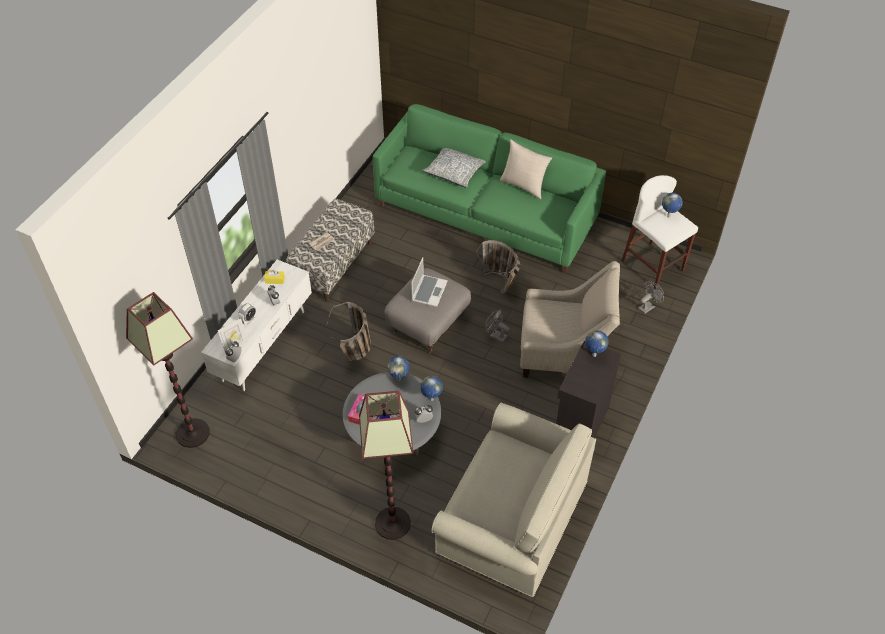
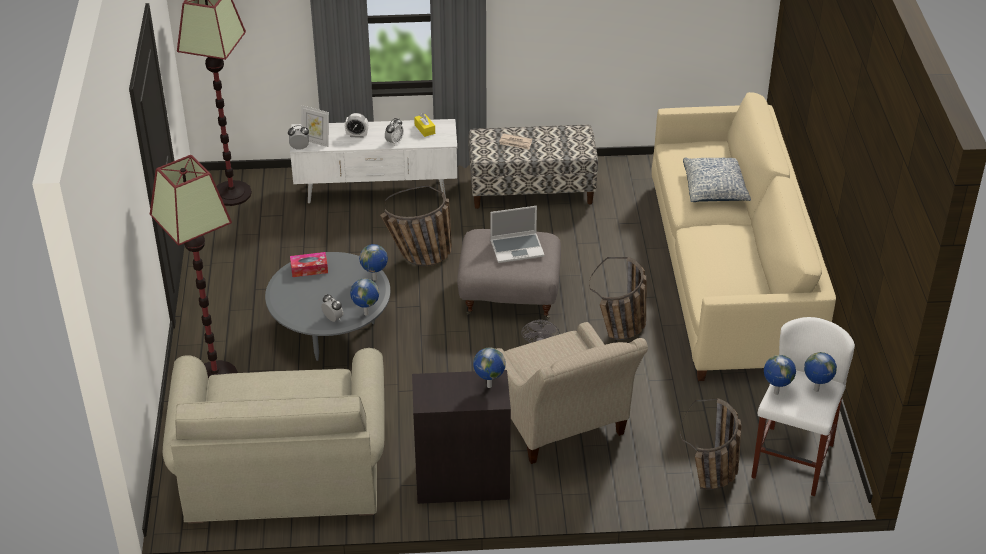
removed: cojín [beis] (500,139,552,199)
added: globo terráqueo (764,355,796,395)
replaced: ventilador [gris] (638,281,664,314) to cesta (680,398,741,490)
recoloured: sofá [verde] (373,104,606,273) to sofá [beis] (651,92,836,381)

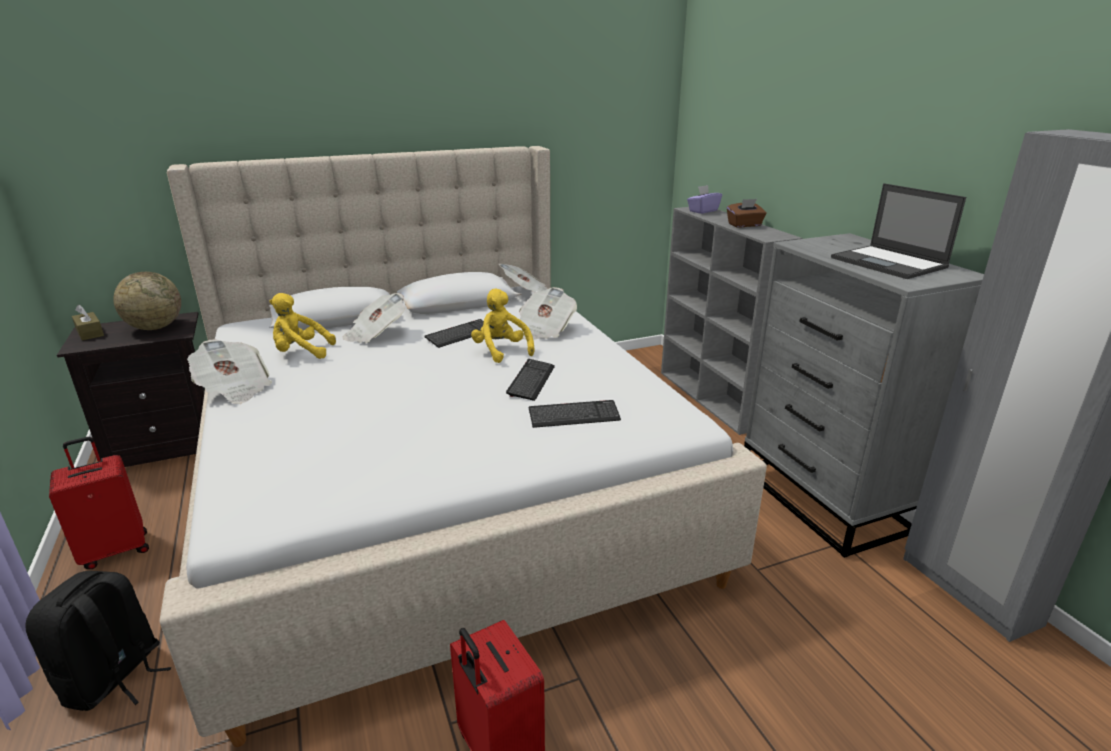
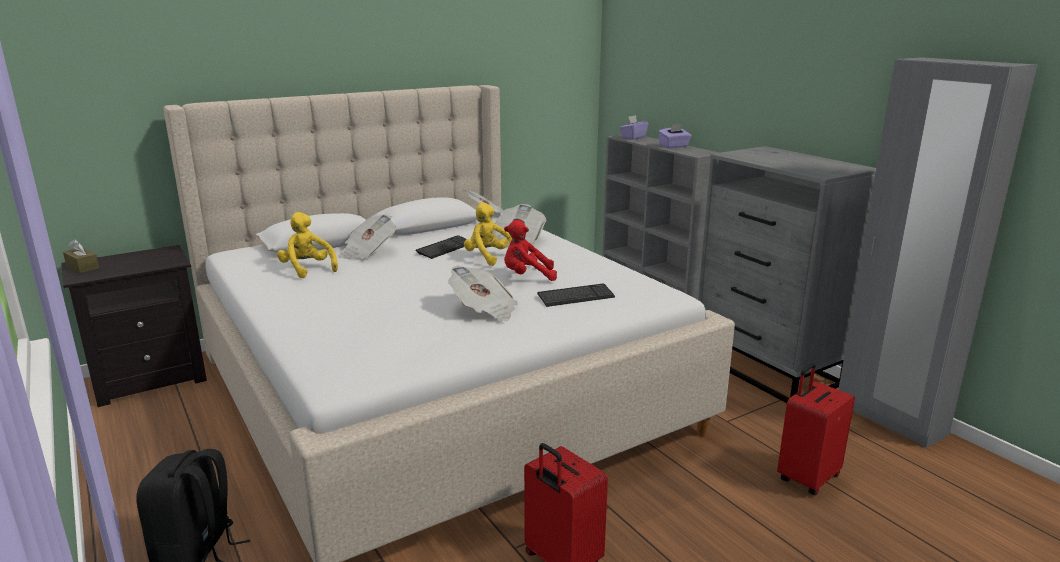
removed: globo terráqueo (113,272,181,330); portátil (831,183,966,279)
moved: maleta [rojo] (49,437,149,569) to (777,363,855,495); periódico (187,339,272,404) to (448,266,518,321)
replaced: teclado (506,359,555,401) to peluche [rojo] (504,220,557,281)
recoloured: caja de pañuelos [marrón] (727,199,767,227) to caja de pañuelos [morado] (658,124,692,148)
turned: peluche [amarillo] (269,293,336,359) = (277,212,338,278) 60 degrees clockwise

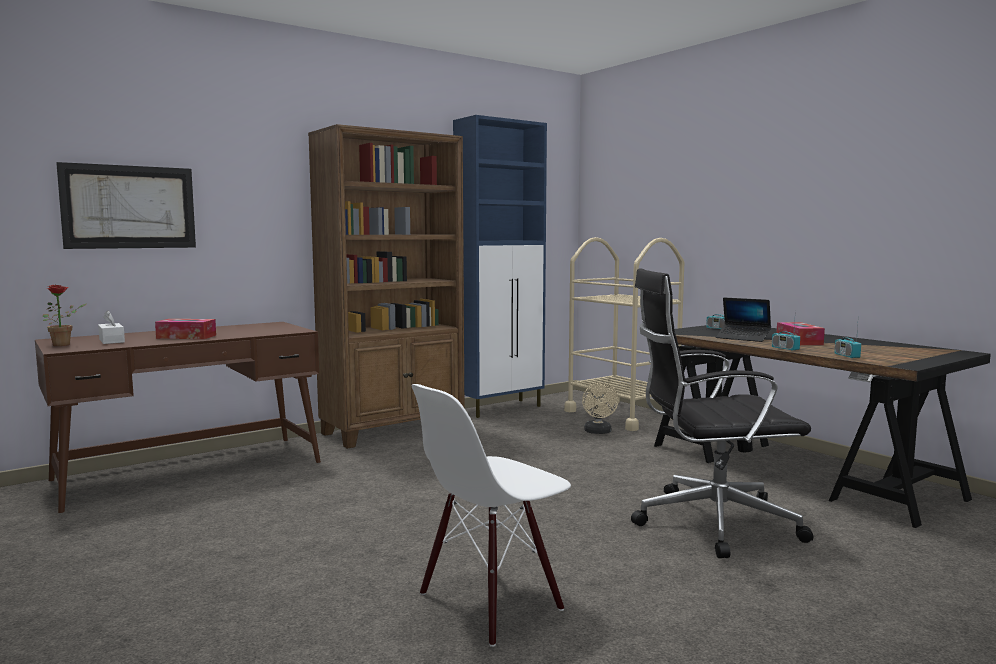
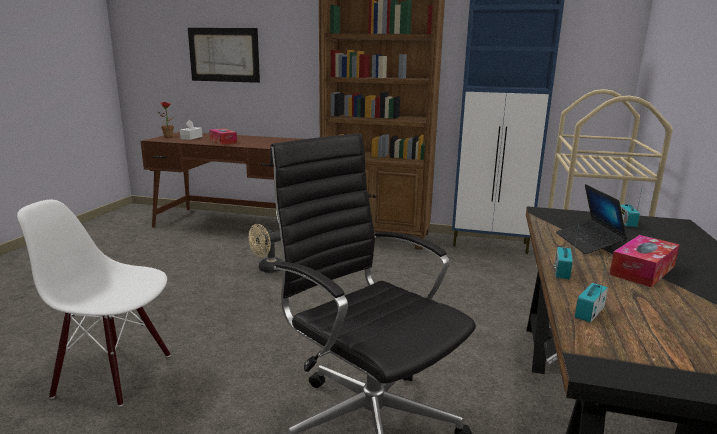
moved: ventilador [beis] (582,382,619,434) to (249,224,283,273)

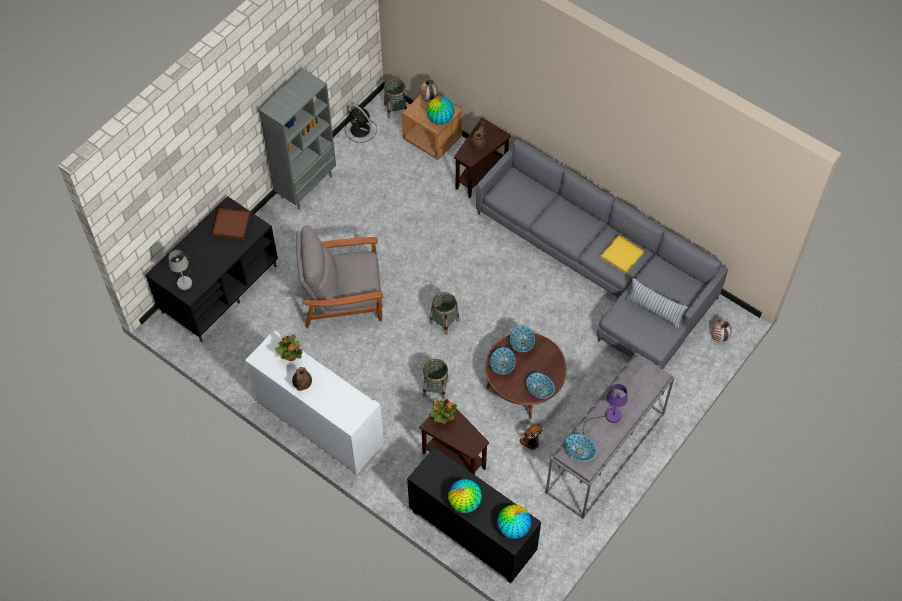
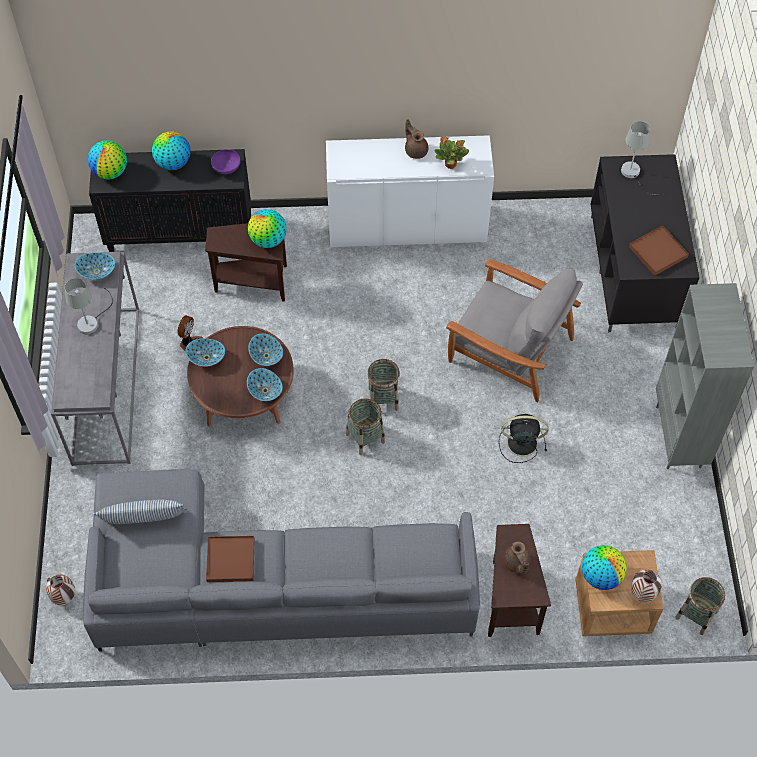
added: cuenco [morado] (211,149,241,174)
moved: ventilador [negro] (345,104,377,143) to (499,414,549,463); cesta (423,359,449,399) to (346,398,385,455)
replaced: planta en maceta (429,398,457,424) to globo terráqueo (248,209,287,248)
recoloured: lámpara de mesa [morado] (583,384,628,434) to lámpara de mesa [gris] (65,278,113,335); bandeja [amarillo] (600,235,644,274) to bandeja [marrón] (206,536,255,582)
turned: sillón [gris] (296,225,383,328) = (446,259,583,402) 75 degrees clockwise

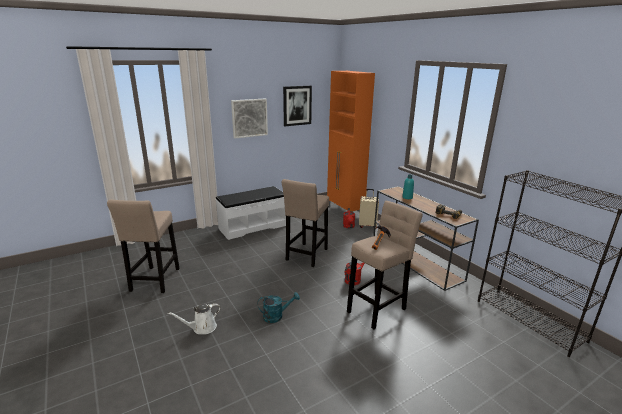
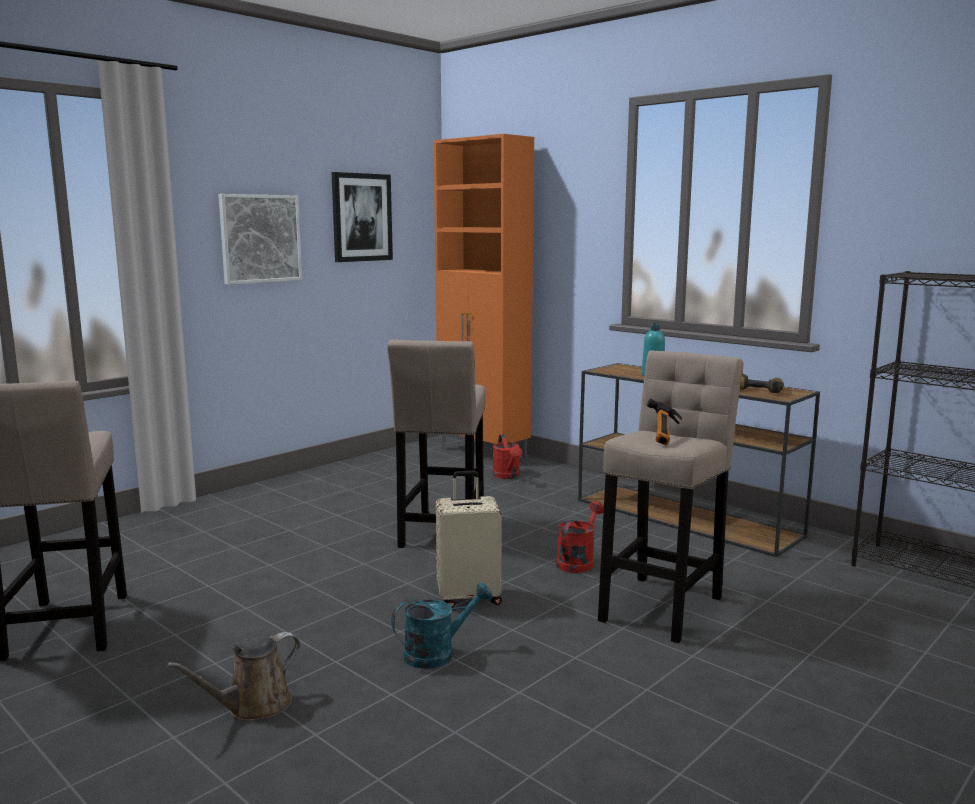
removed: banco [blanco] (216,186,286,240)
moved: maleta [beis] (359,189,379,229) to (436,471,502,608)
recoloured: regadera [blanco] (168,303,221,334) to regadera [marrón] (167,632,300,721)

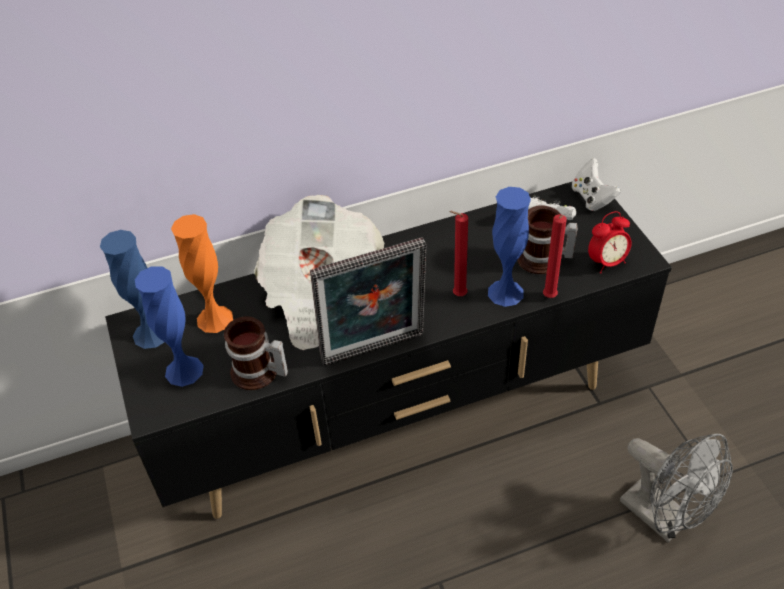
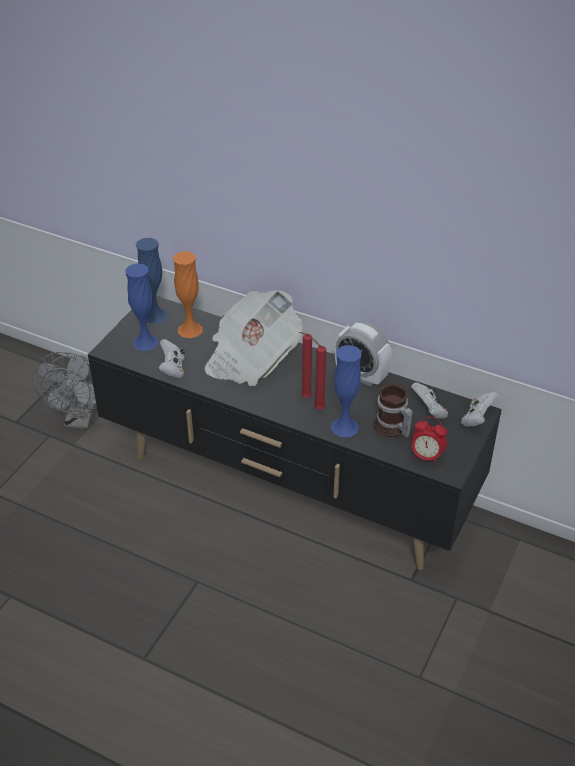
removed: portarretratos (310,237,427,365)
added: despertador (334,322,392,387)
moved: vela [rojo] (543,214,567,298) to (299,332,312,398); ventilador [gris] (620,434,733,542) to (33,352,97,429)
replaced: taza grande (224,316,288,390) to mando de consola [blanco] (159,339,185,378)

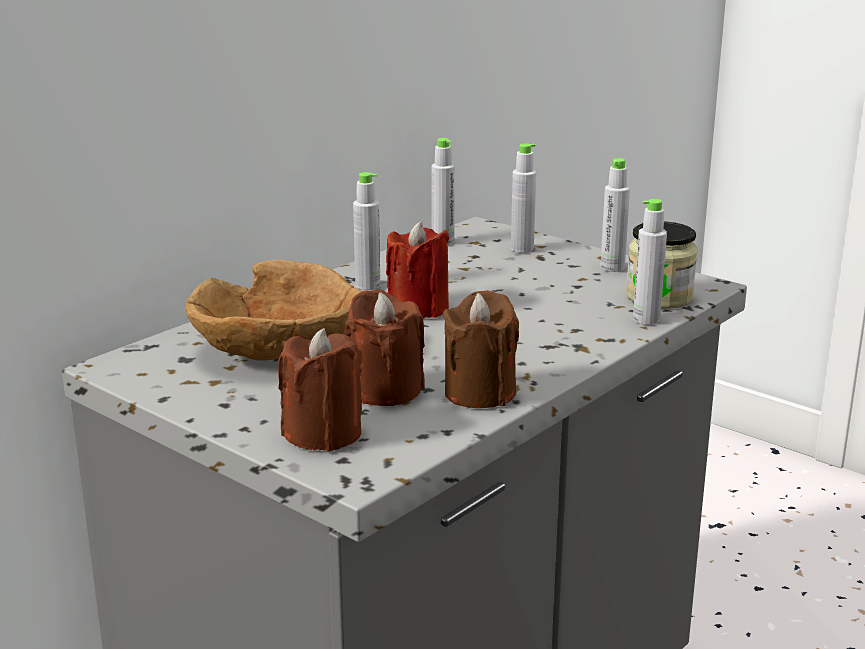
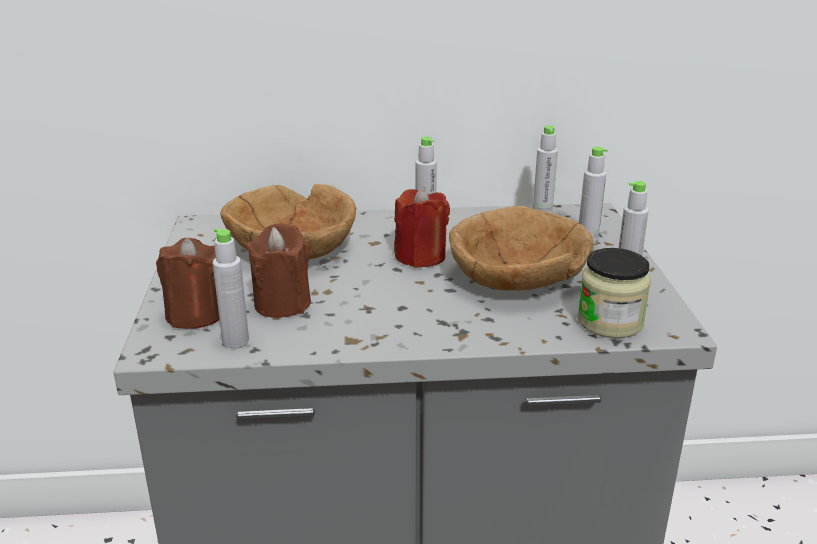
removed: vela [marrón] (443,290,519,408)
added: cuenco [marrón] (449,206,593,291)
moved: botella [gris] (633,199,667,325) to (213,228,249,348)

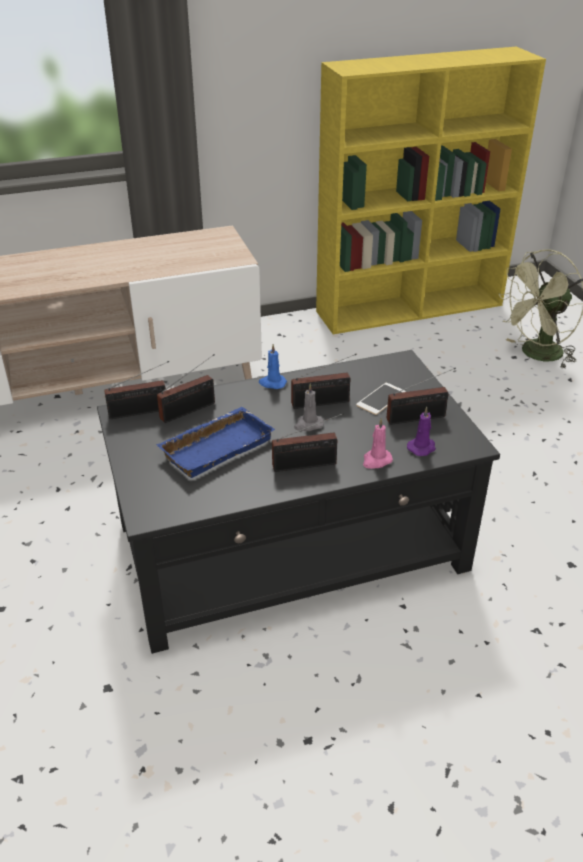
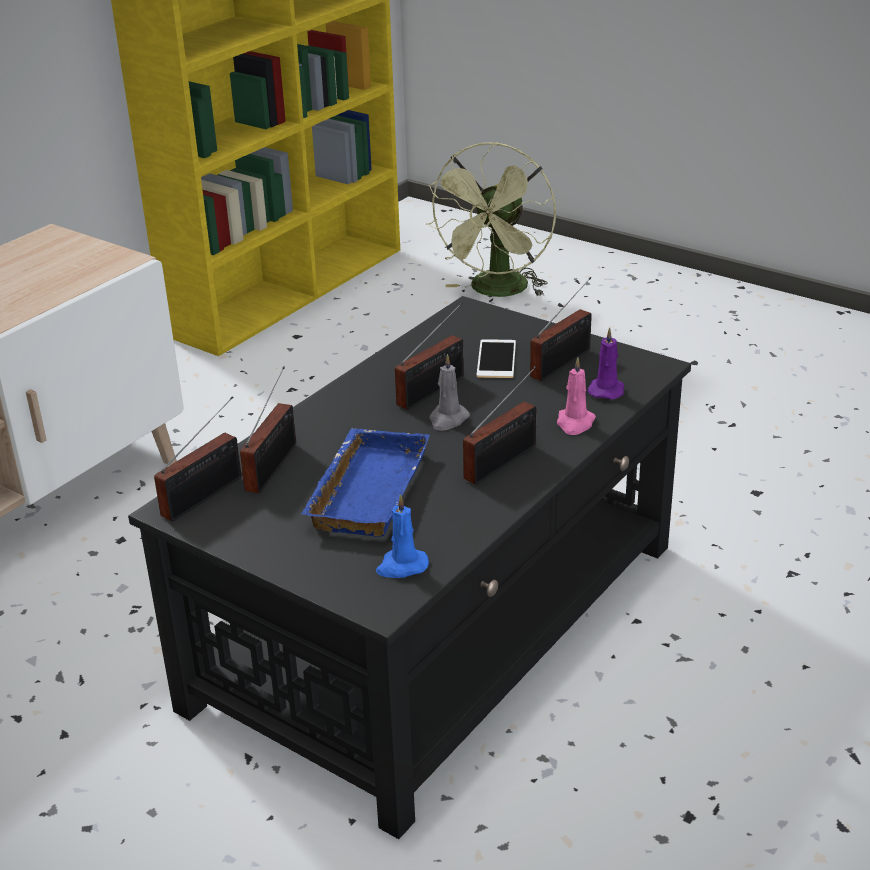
moved: vela [azul] (259,344,287,389) to (376,494,429,578)

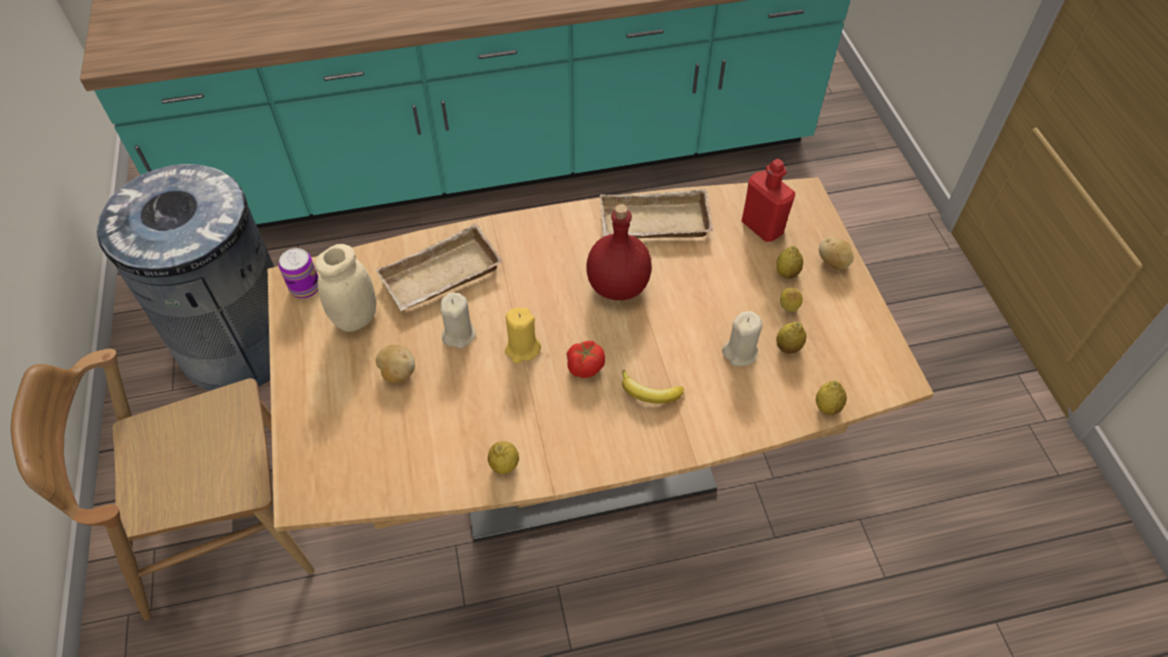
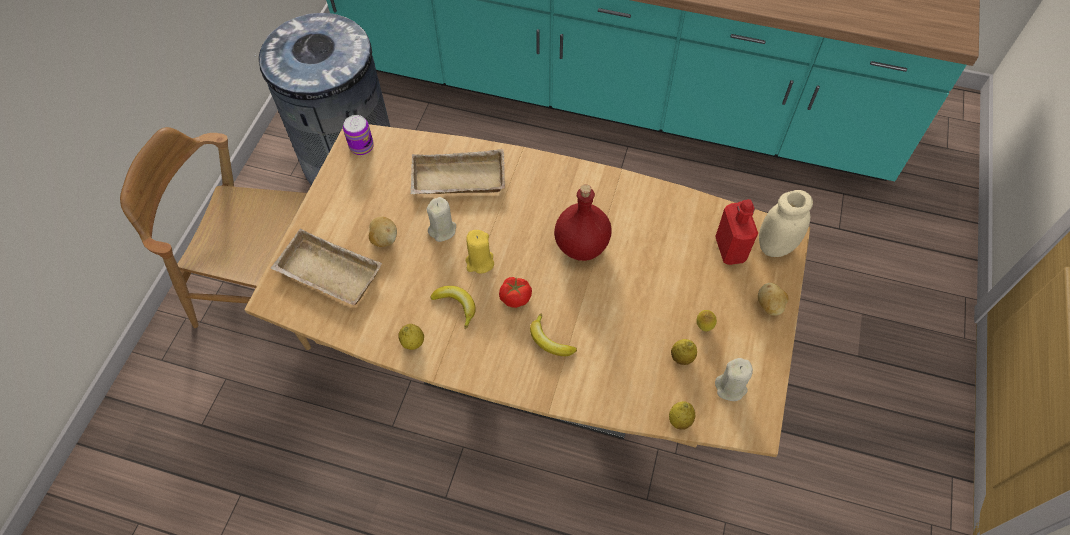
removed: limón (776,246,803,278)
added: plátano (430,286,476,329)
moved: tarro [beis] (315,244,376,332) to (759,190,813,257); bandeja [beis] (600,189,714,238) to (271,228,382,305); vela [beis] (722,311,762,366) to (715,358,753,401)

